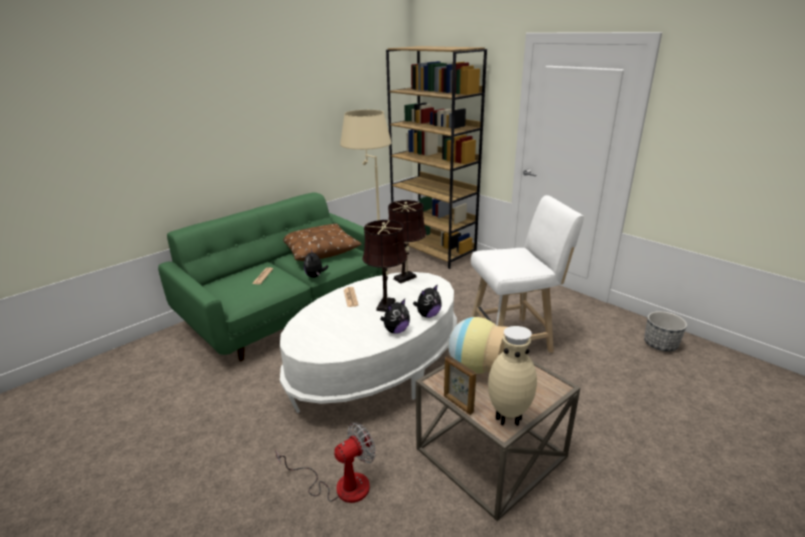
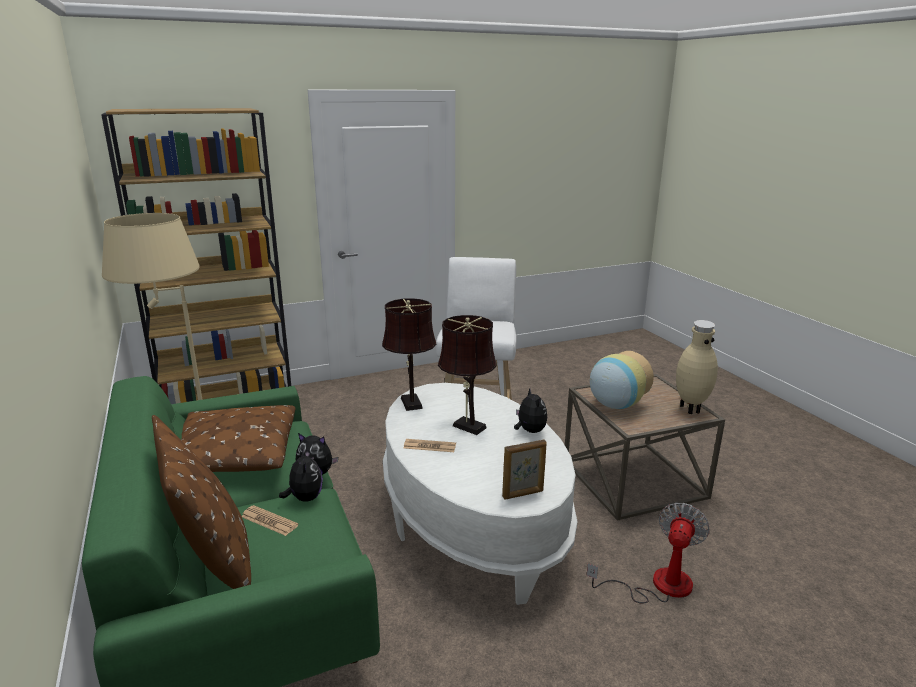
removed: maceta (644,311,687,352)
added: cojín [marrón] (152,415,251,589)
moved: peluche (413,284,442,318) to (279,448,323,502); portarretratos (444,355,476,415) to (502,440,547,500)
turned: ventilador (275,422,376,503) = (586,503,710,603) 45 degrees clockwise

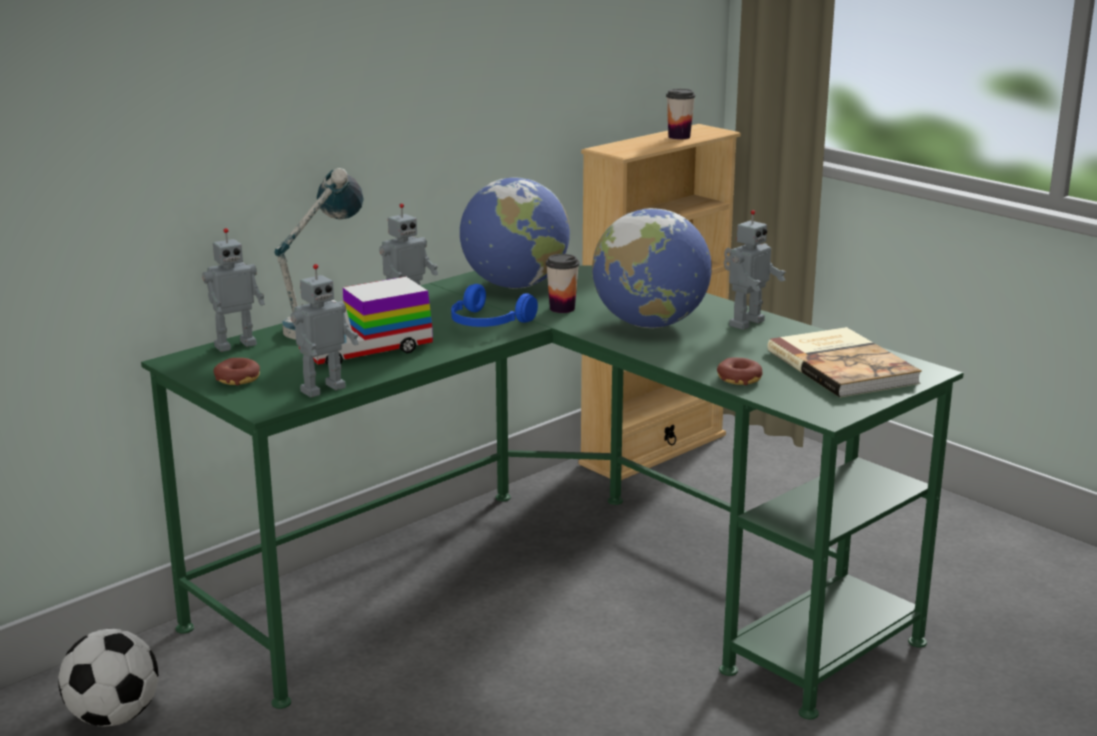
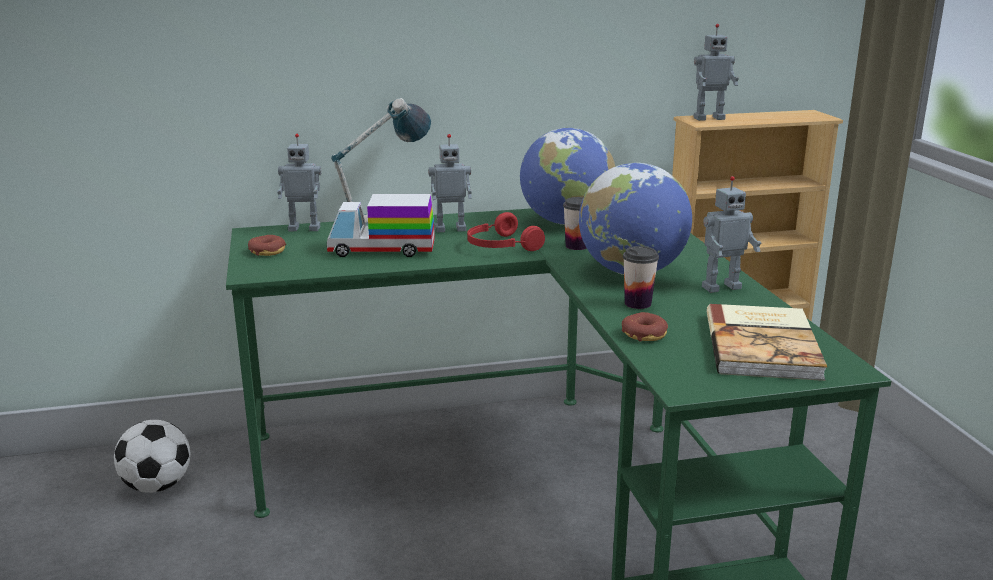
moved: robot de juguete (291,264,359,397) to (693,24,739,121); taza (666,89,695,139) to (623,246,659,309)
recoloured: auriculares [azul] (451,284,538,327) to auriculares [rojo] (467,212,545,251)

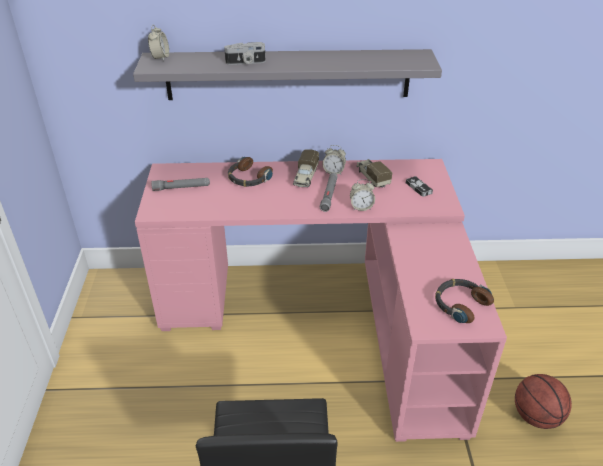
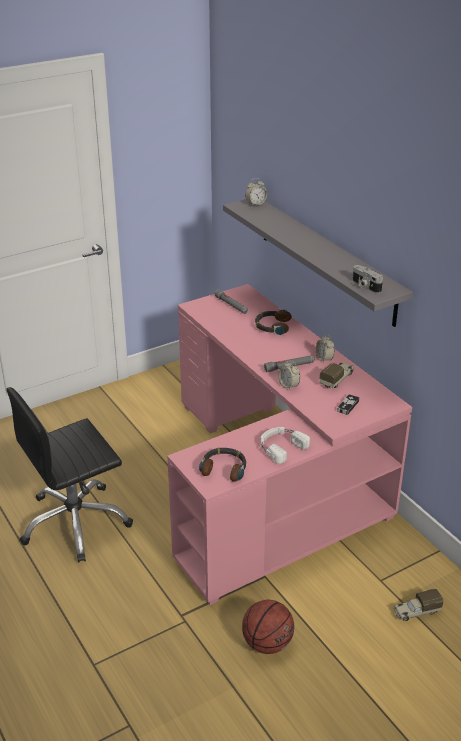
added: auriculares [blanco] (261,427,310,464)
moved: cámara (224,42,266,65) to (352,265,383,293); camión de juguete (293,149,319,187) to (394,589,444,621)

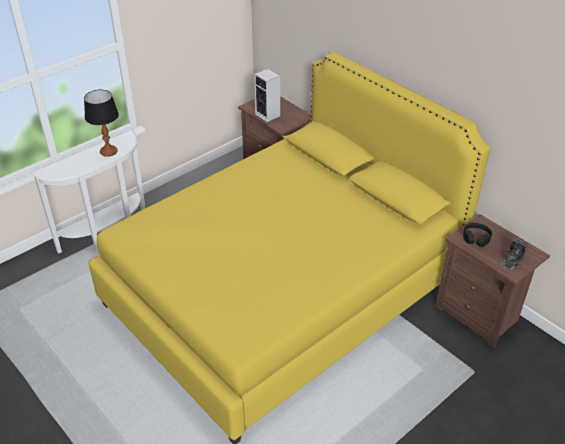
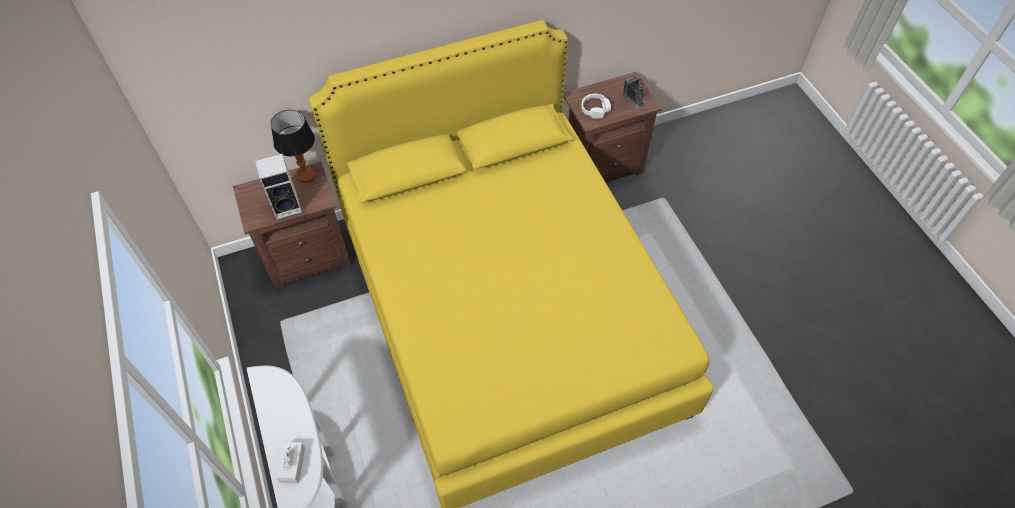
added: caja de pañuelos [blanco] (276,442,305,483)
moved: lámpara de mesa (84,90,119,157) to (271,110,316,183)
recoloured: auriculares [negro] (463,223,492,247) to auriculares [blanco] (581,94,611,119)

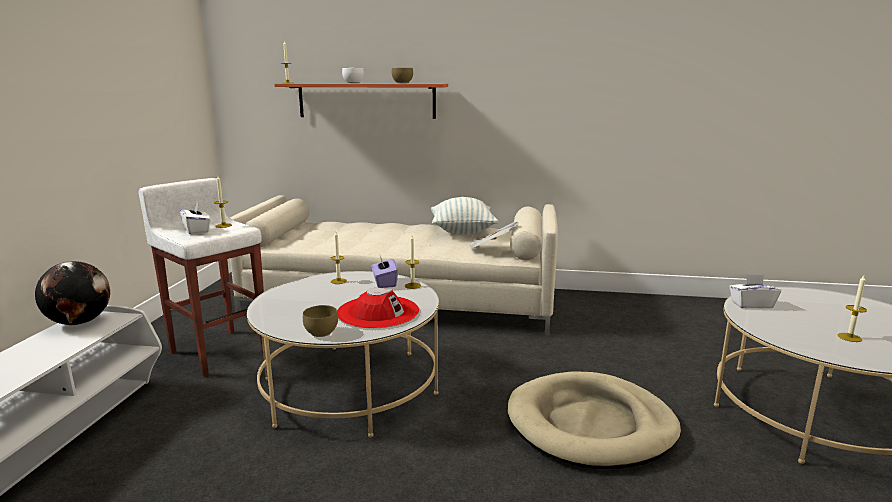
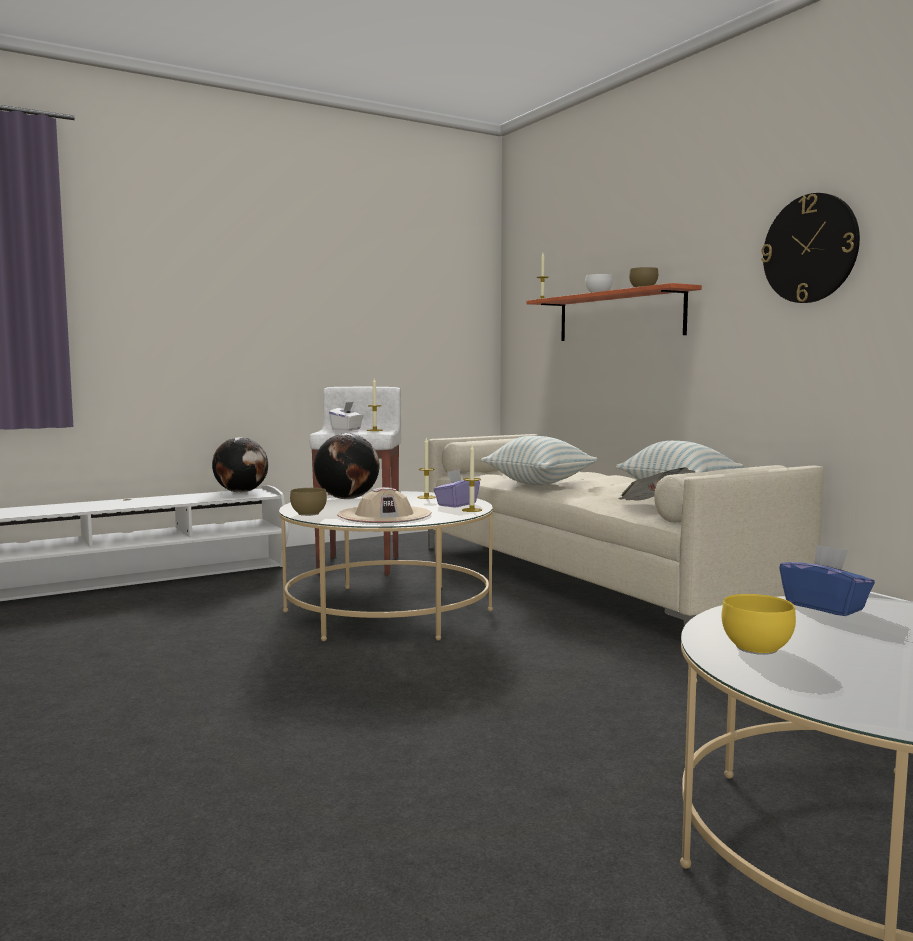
removed: cama para perro [beis] (508,371,681,469); vela (838,275,867,342)
added: globo terráqueo (314,433,380,499); cojín (481,436,598,485); cuenco [amarillo] (722,594,796,655); reloj de pared (761,193,860,303)
recoloured: sombrero [rojo] (337,288,419,328) to sombrero [beis] (337,487,431,523); caja de pañuelos [blanco] (729,274,781,309) to caja de pañuelos [azul] (779,544,875,616)

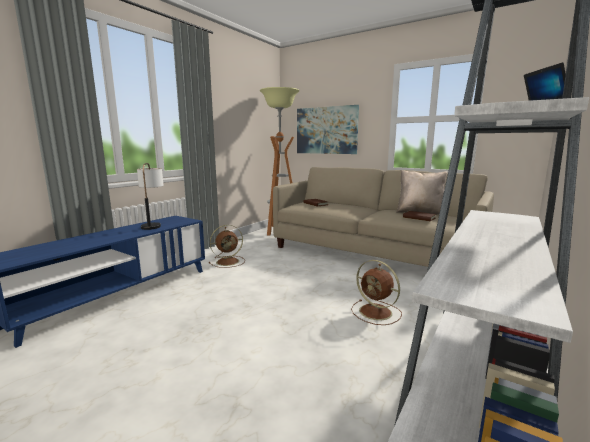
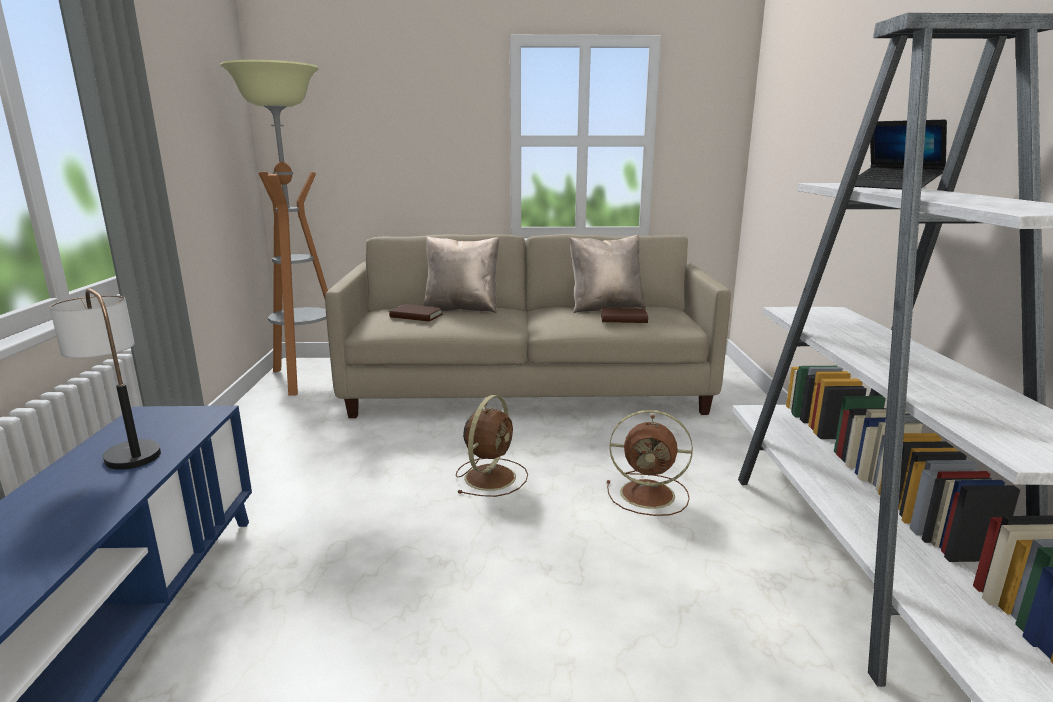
removed: cuadro (297,105,359,154)
added: cojín [beis] (424,236,499,313)
moved: ventilador [marrón] (209,225,245,268) to (456,395,528,497)

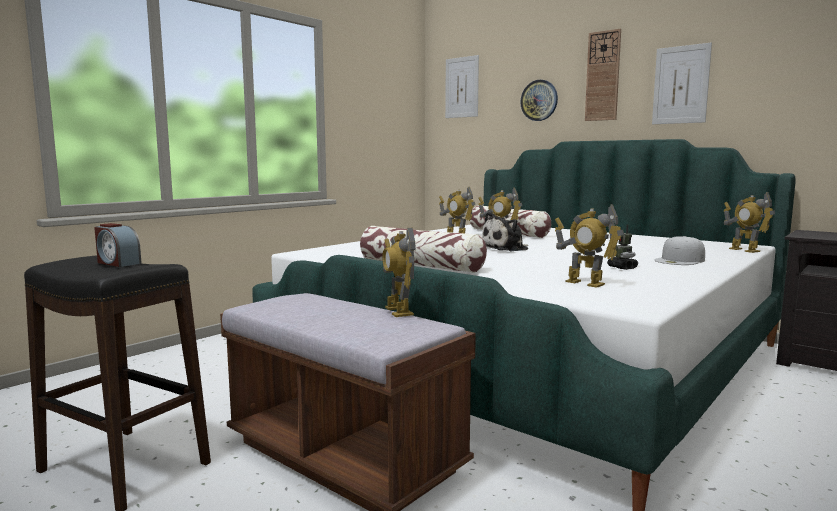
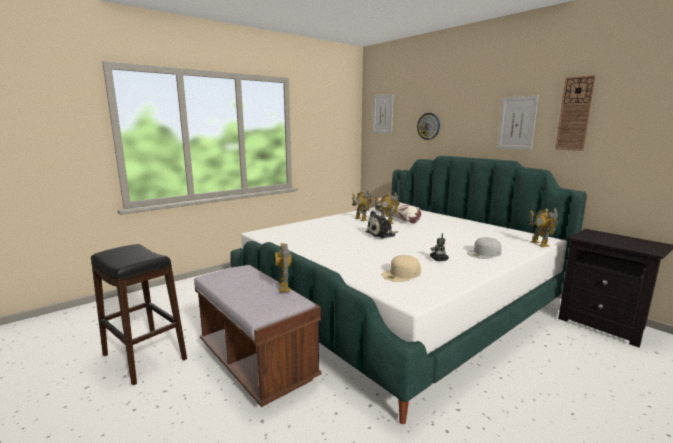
removed: despertador (94,223,142,267); cojín (360,226,487,273)
moved: reloj de pared (585,29,621,121) to (555,75,597,151)
replaced: robot de juguete (555,204,624,288) to gorra [beis] (382,255,421,282)

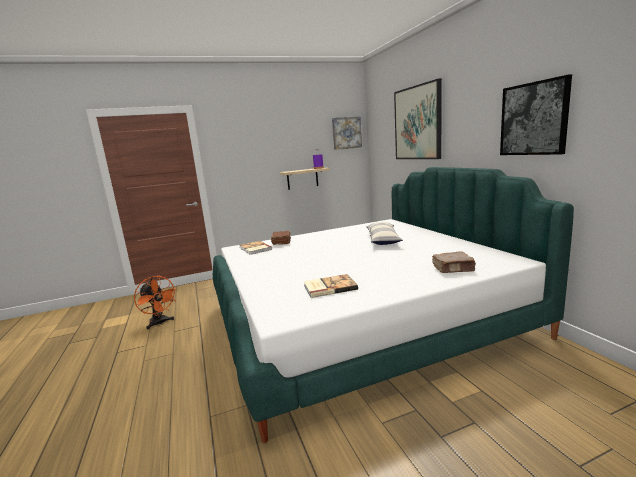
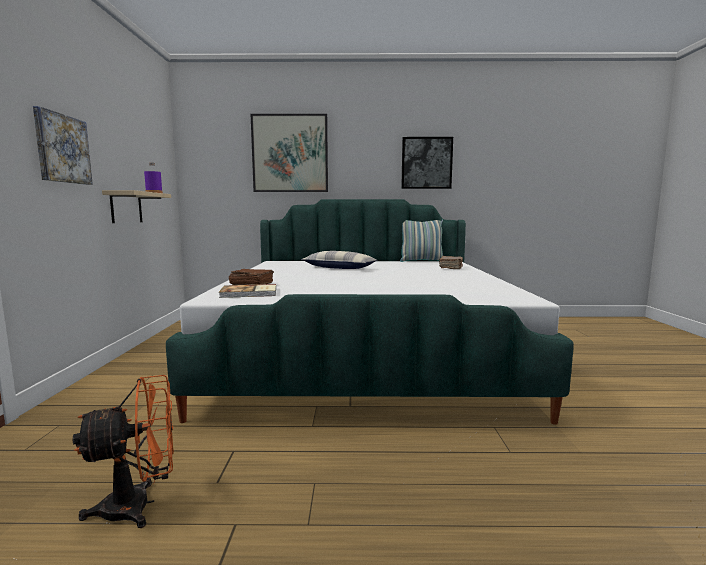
removed: libro (304,274,358,298)
added: cojín (400,219,443,262)
moved: cuadro (332,116,362,150) to (33,106,93,185)

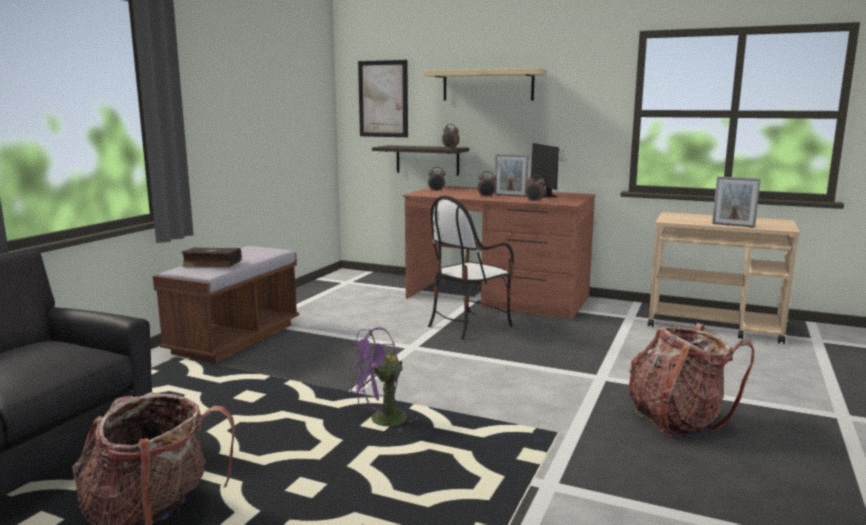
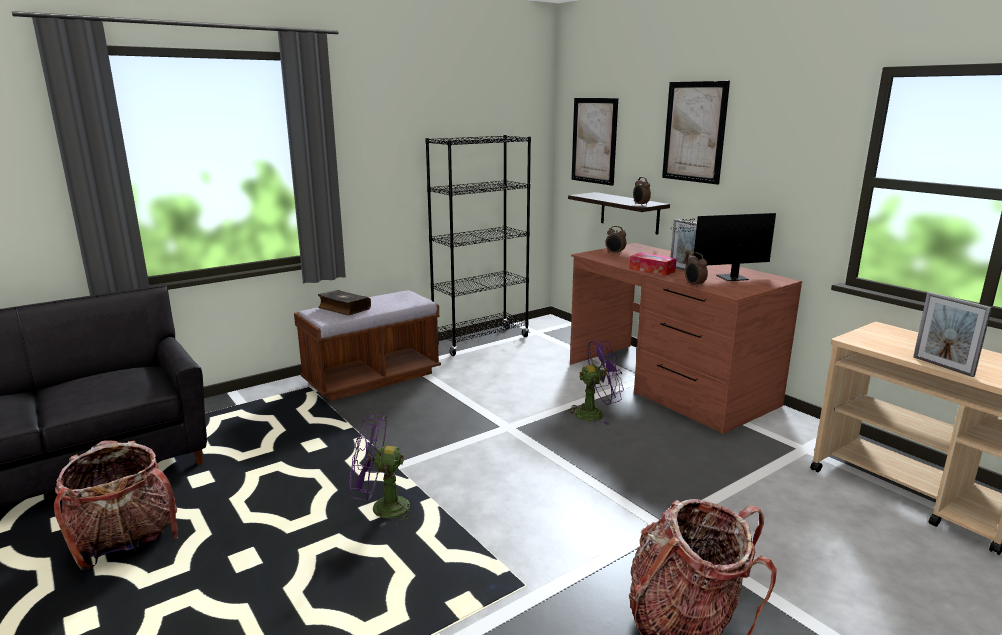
added: estantería [negro] (425,135,531,356)
replaced: estante [beis] (423,68,546,101) to cuadro (662,81,730,185); silla (428,196,514,339) to ventilador [morado] (565,340,624,425); despertador (478,171,497,198) to caja de pañuelos (630,252,677,276)
turned: monitor (531,143,567,198) = (673,213,776,281) 60 degrees clockwise

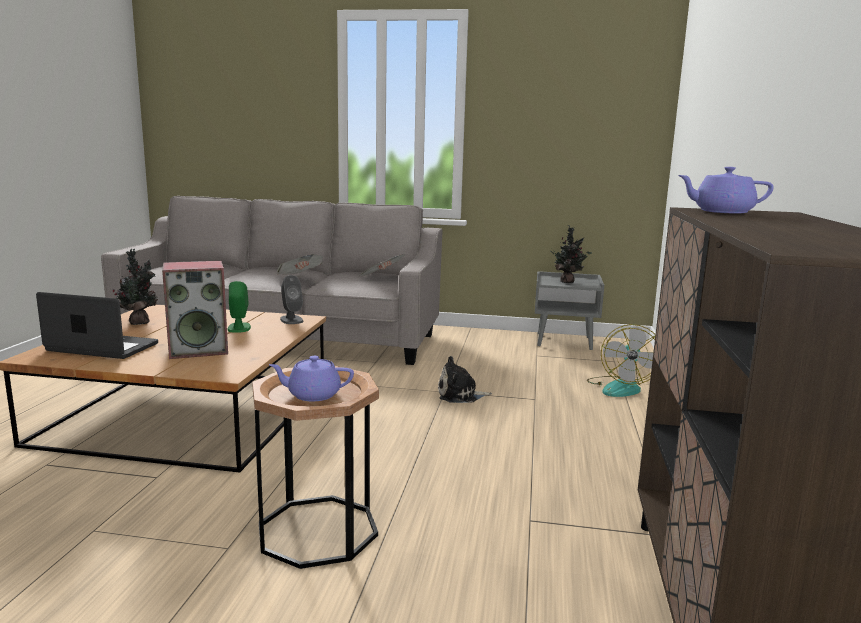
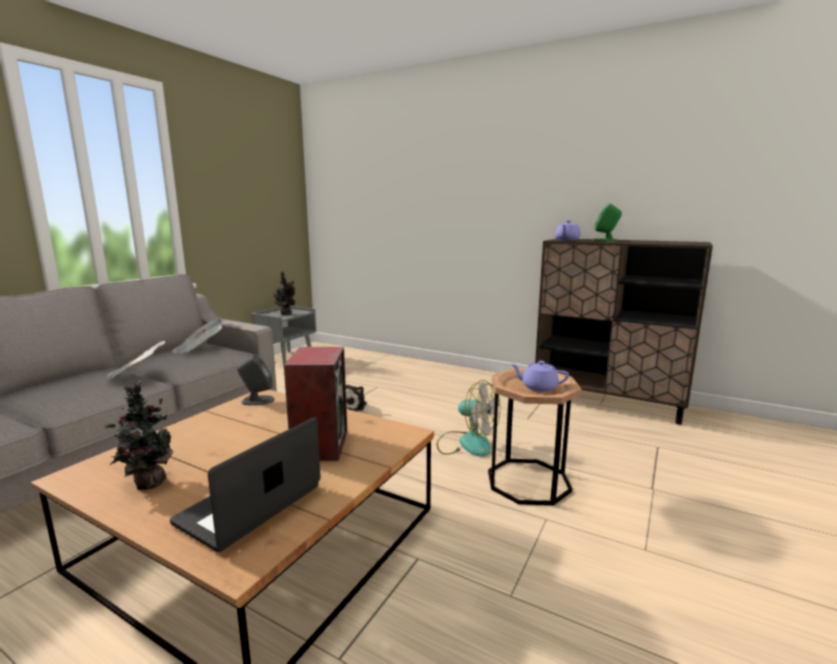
moved: altavoz [verde] (227,281,251,333) to (594,203,622,241); ventilador (587,324,655,397) to (437,380,500,457)
turned: tetera [morado] (269,356,354,401) = (510,361,569,392) 90 degrees clockwise

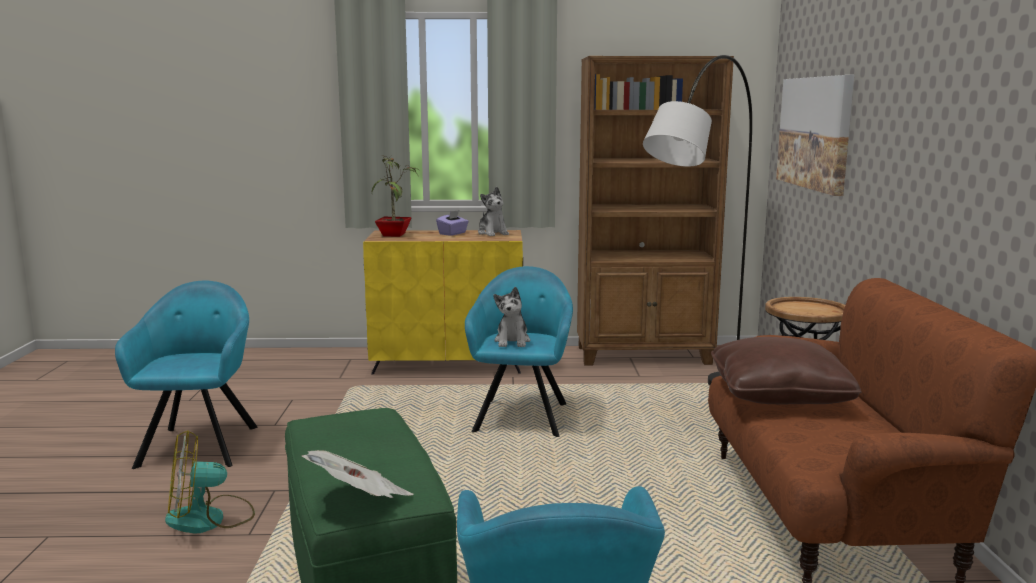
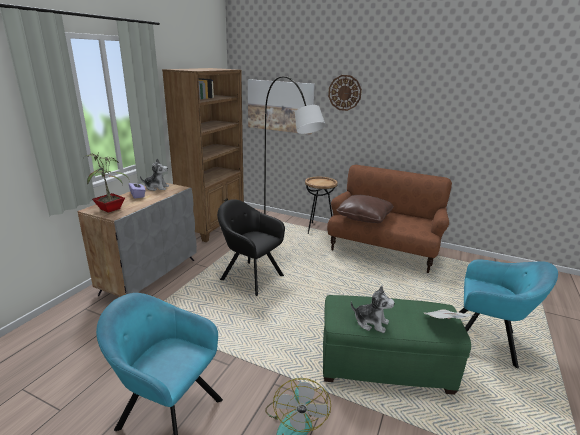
added: reloj de pared (328,75,362,111)
moved: peluche (493,287,530,347) to (351,285,395,333)
recoloured: armario [amarillo] (363,230,523,375) to armario [gris] (77,183,197,297); sillón [turquesa] (465,266,573,437) to sillón [negro] (217,199,285,296)

